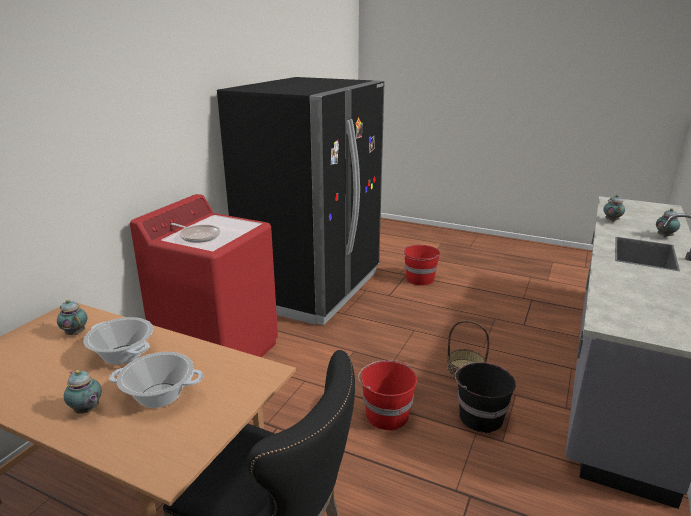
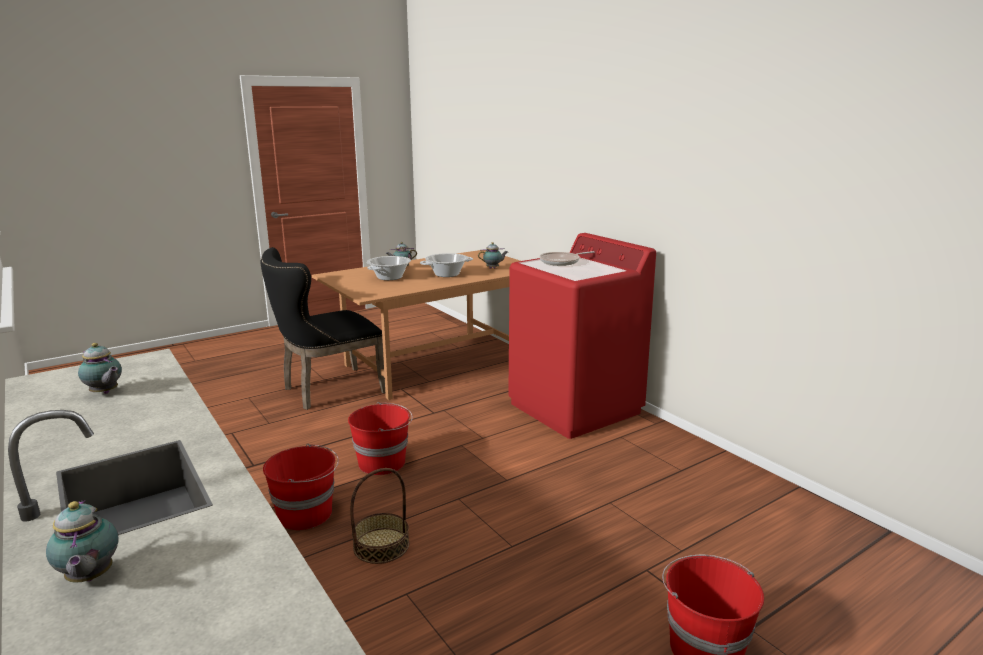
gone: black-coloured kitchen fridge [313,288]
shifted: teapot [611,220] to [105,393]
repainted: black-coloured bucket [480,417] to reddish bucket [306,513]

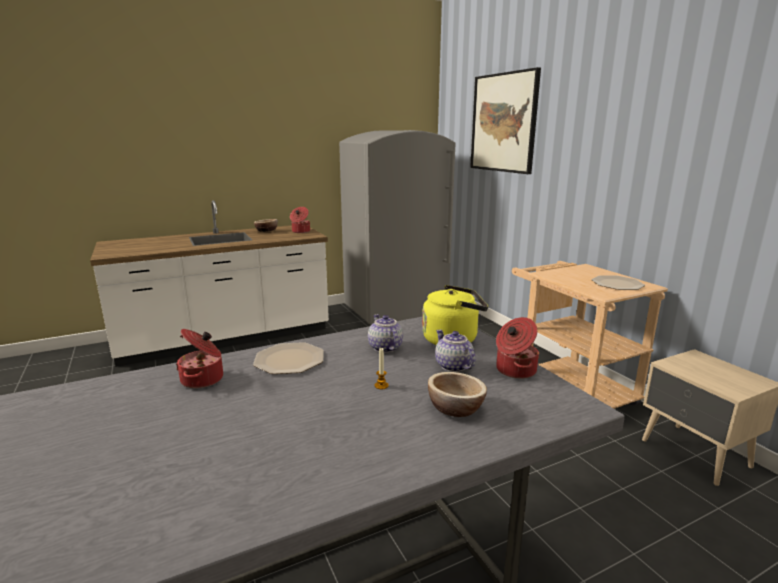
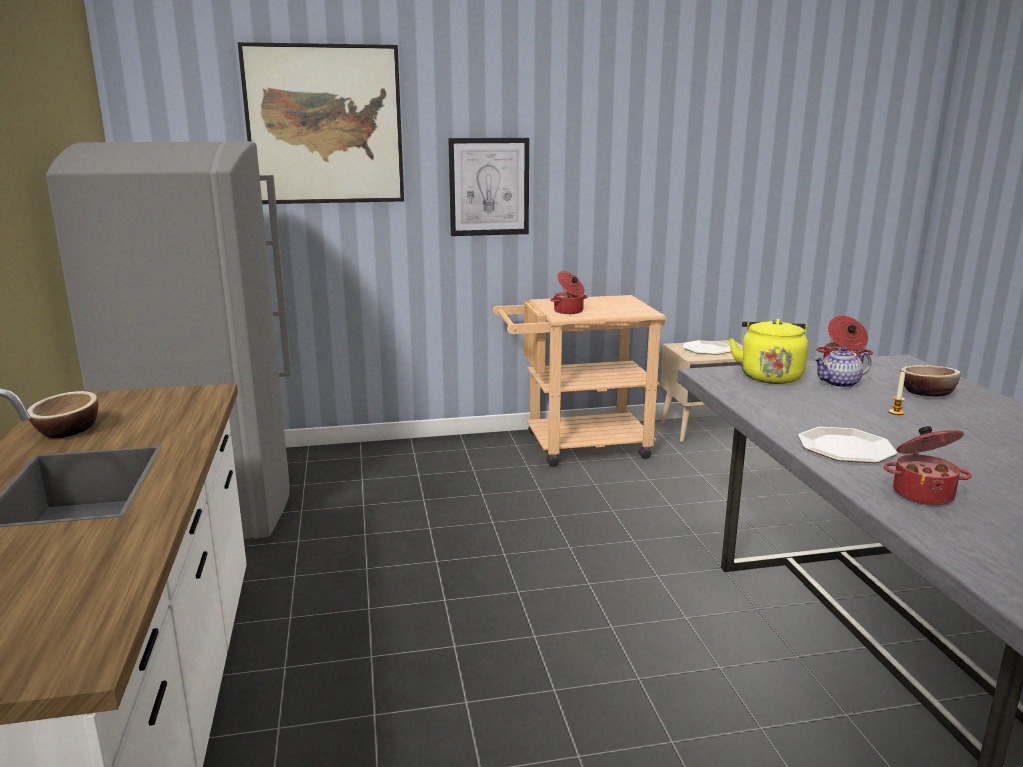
gone: teapot [384,348]
new: wall art [489,187]
shifted: saucepot [300,231] to [569,311]; plate [616,284] to [707,349]

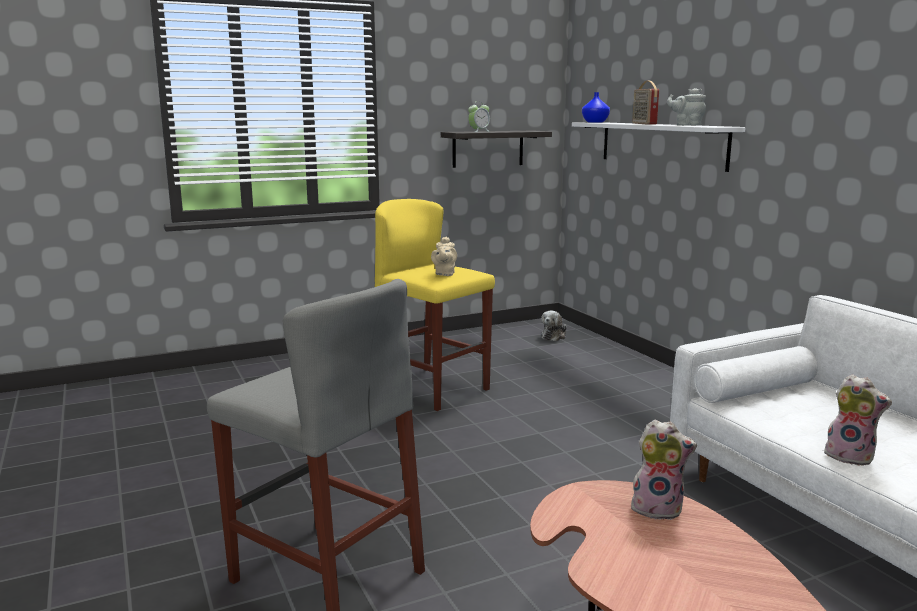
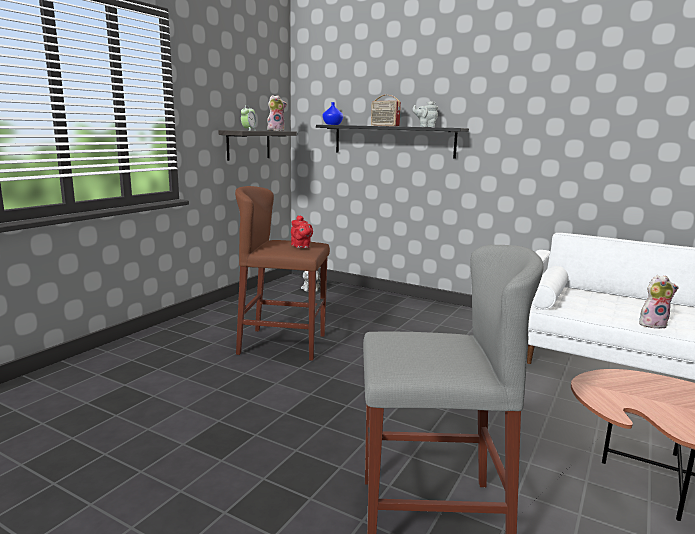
shifted: cuddly toy [658,509] to [276,130]
repainted: yellow stool [431,388] to brown-coloured stool [283,344]; beige teapot [444,274] to reddish teapot [301,246]; whitish shelf [661,144] to black-coloured shelf [393,141]

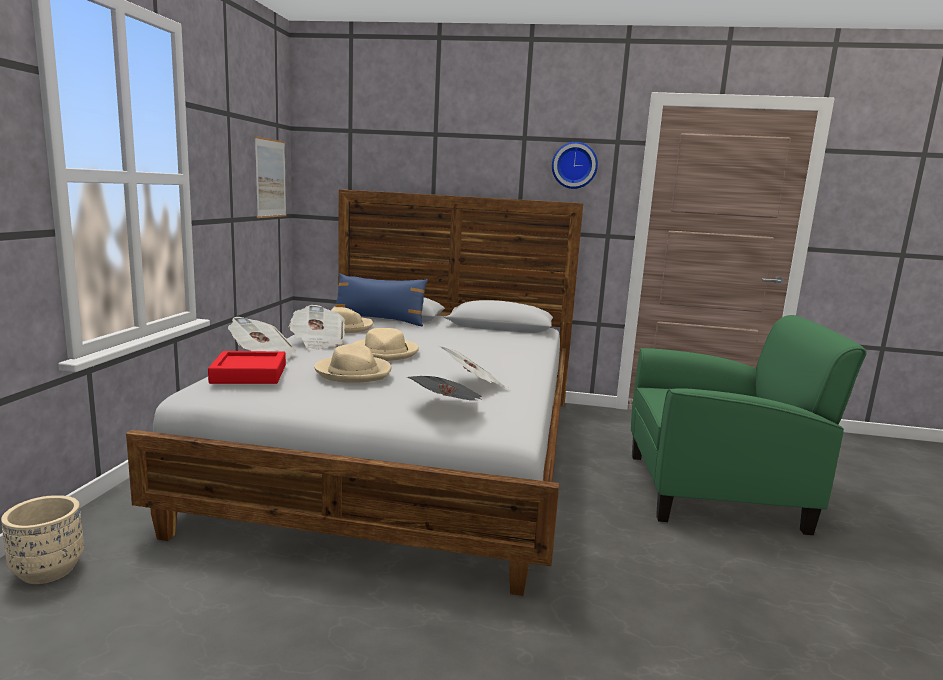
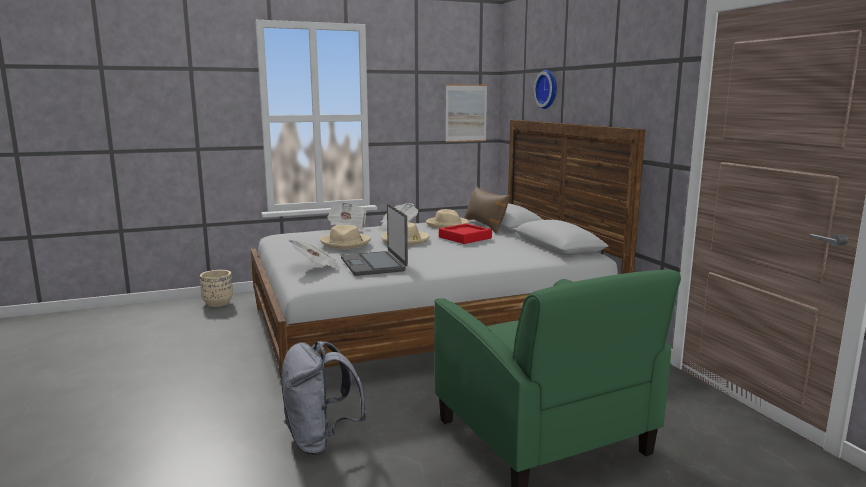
new: greyish rucksack [321,441]
shifted: reddish carrying tray [249,374] to [465,238]; wall clock [574,165] to [548,89]
swapped: newspaper [473,385] to portable computer [374,264]
repainted: blue-coloured pillow [379,321] to brown-coloured pillow [485,225]

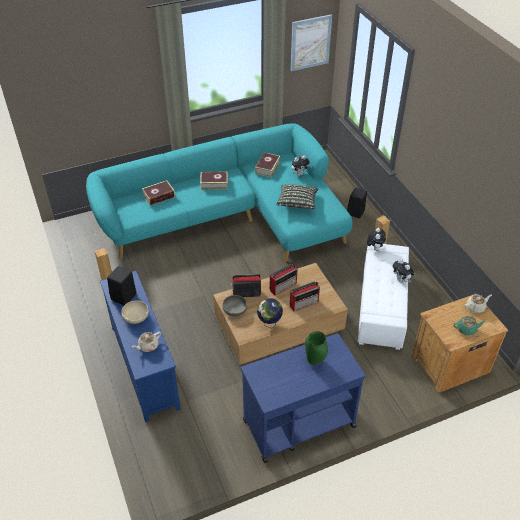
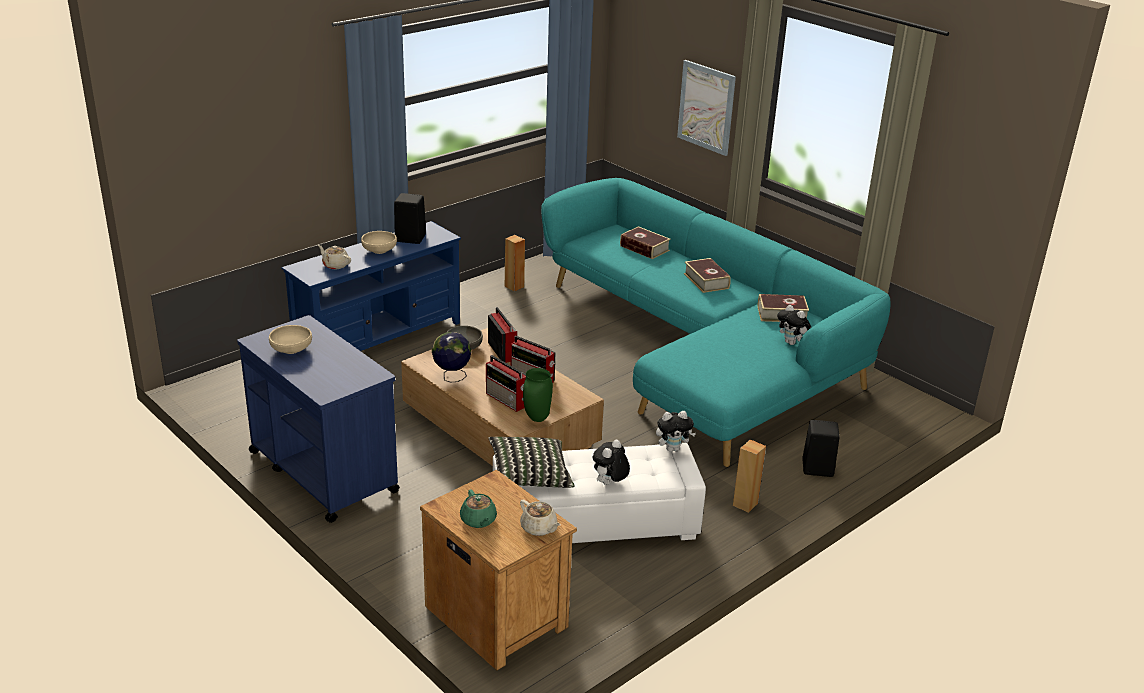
new: beige deep dish [291,349]
shifted: pillow [297,203] to [530,475]; wall art [310,42] to [706,107]; greenish vase [314,361] to [536,418]

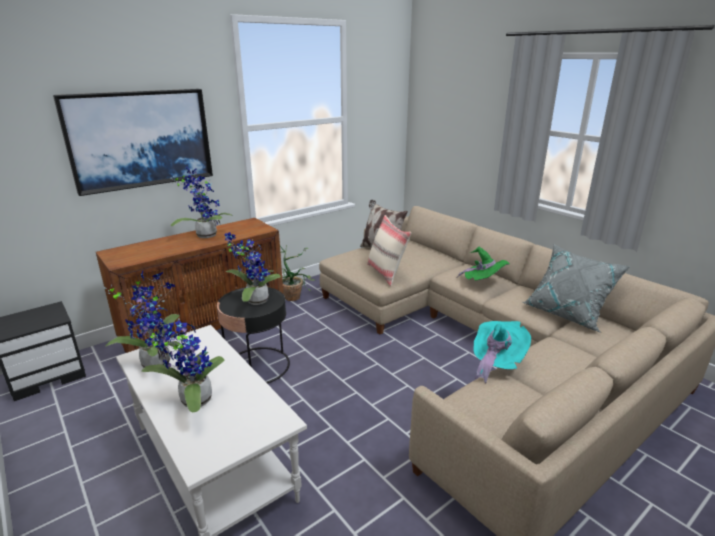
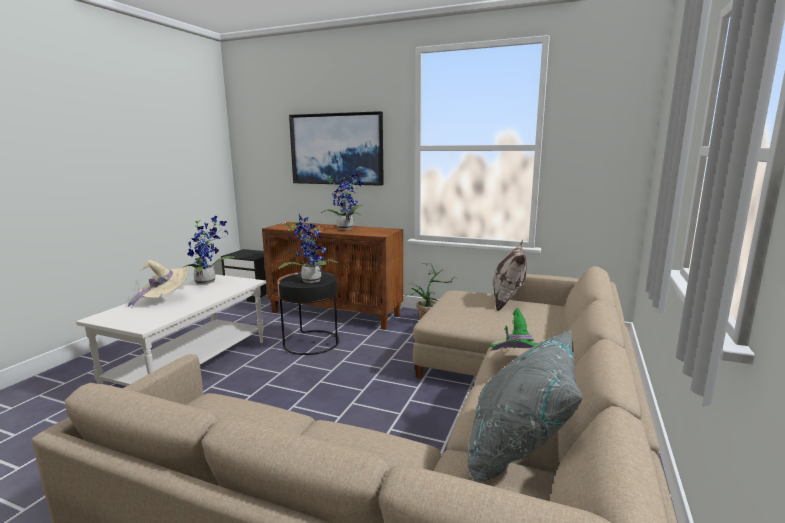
gone: beige pillow [386,273]; turquoise-coloured clothing hat [496,362]
swapped: plant in a pot [192,401] to beige clothing hat [165,300]

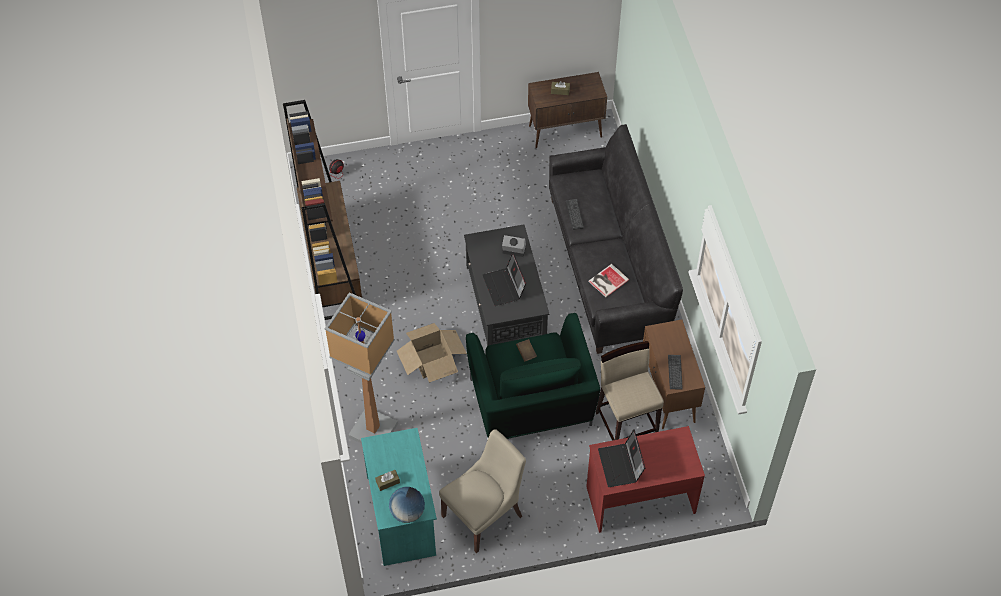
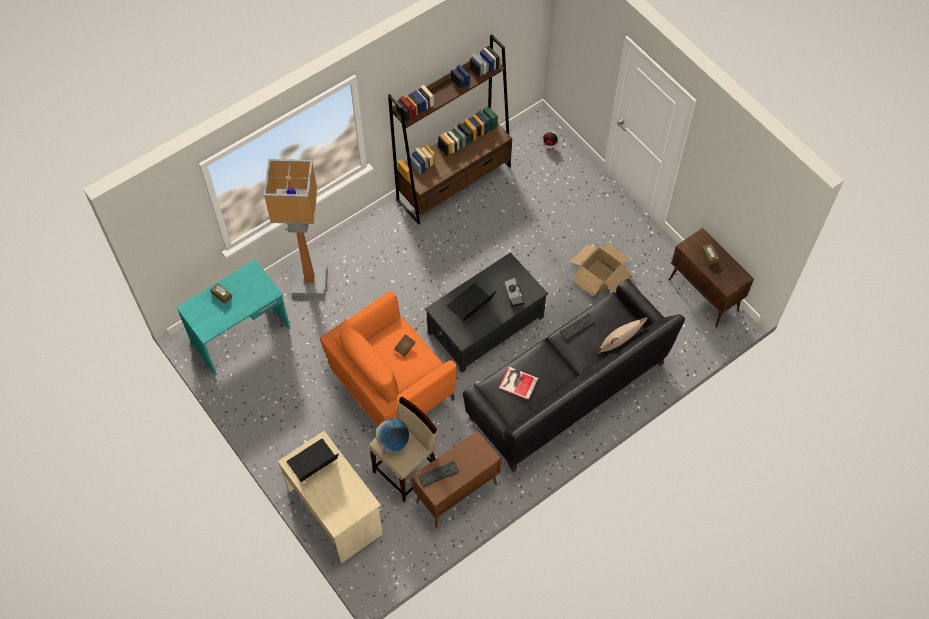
gone: beige upright chair [484,514]
new: beige pillow [619,345]
shifted: world globe [407,512] to [393,441]; cardboard box [432,360] to [600,277]
repainted: greenish easy chair [530,404] to orange easy chair [391,386]; reddish desk unit [640,498] to beige desk unit [335,511]

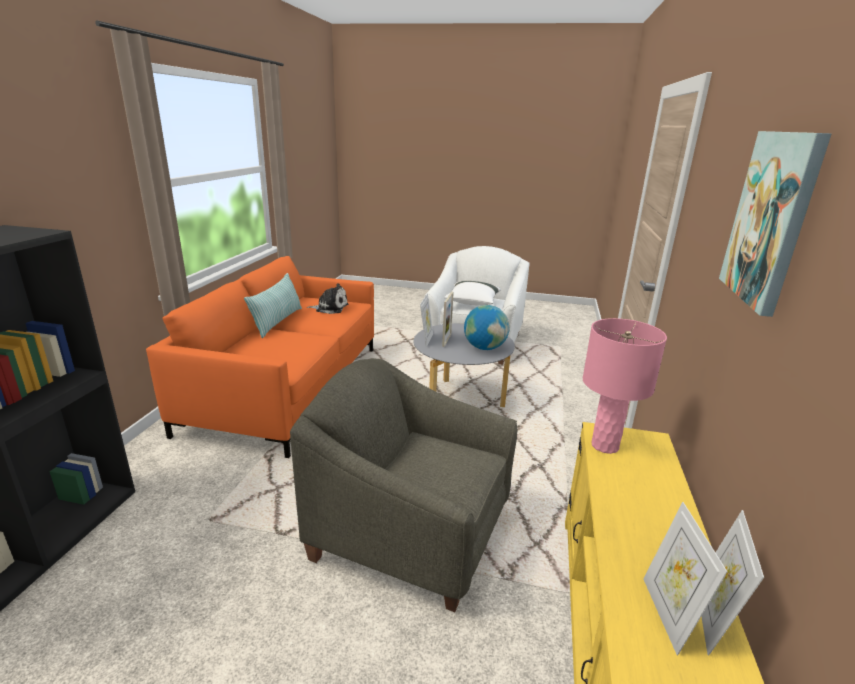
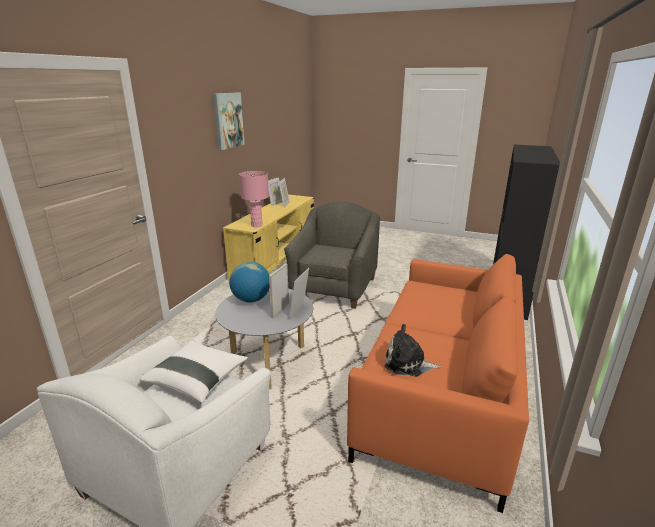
gone: pillow [277,321]
rotated: greyish easy chair [411,534] = [334,288] 105 degrees counterclockwise

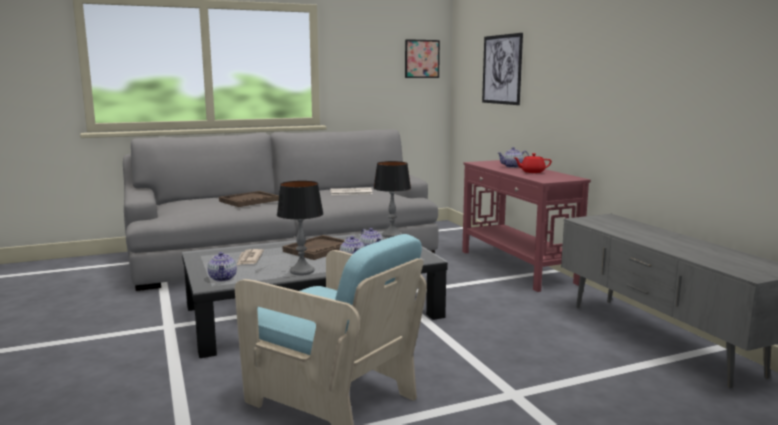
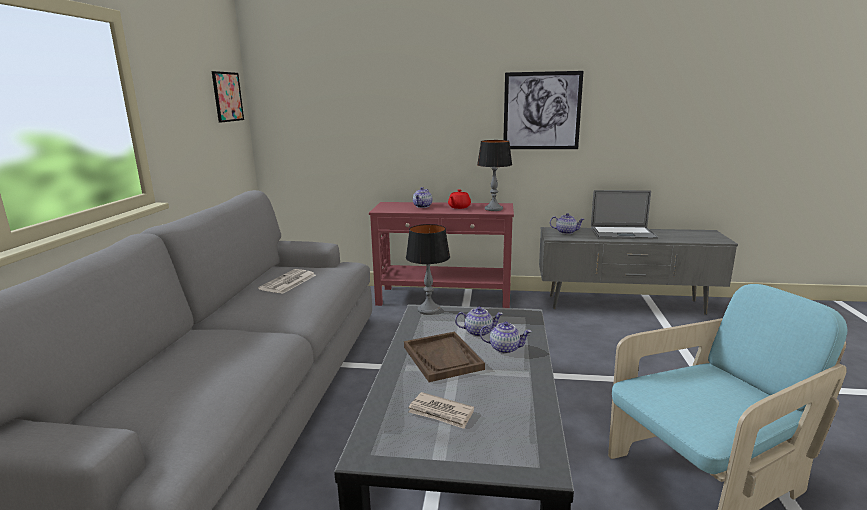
gone: brown-coloured carrying tray [249,201]
new: portable computer [622,233]
shifted: teapot [223,278] to [566,232]; table lamp [302,271] to [493,209]; wall art [501,69] to [542,111]

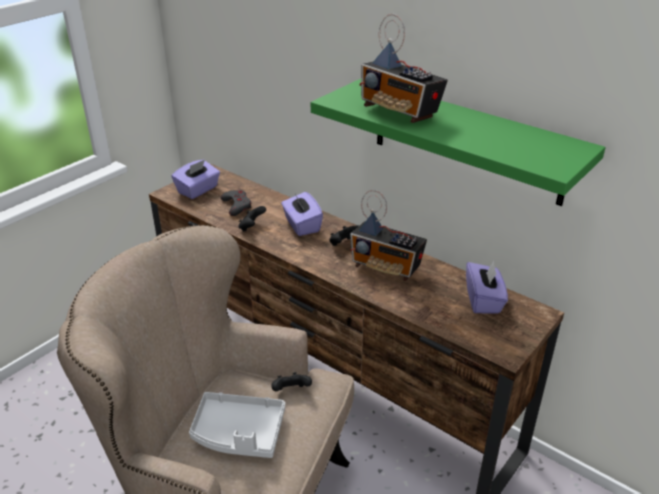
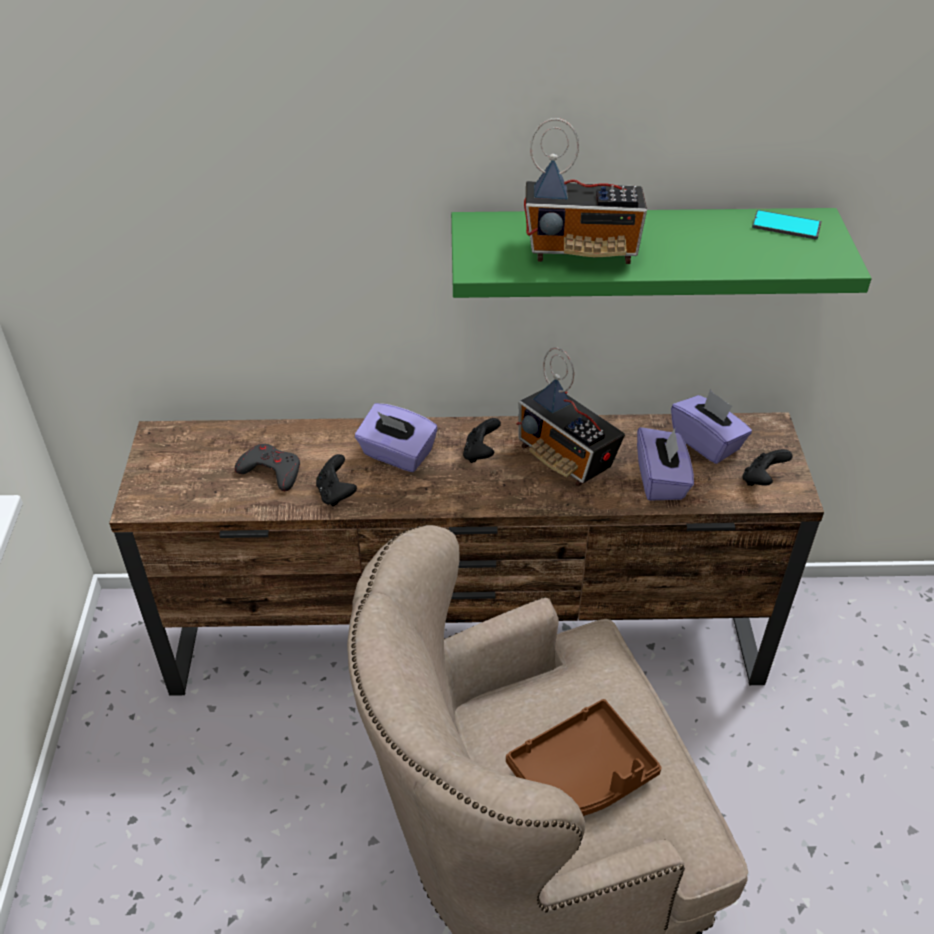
new: telephone [786,226]
shifted: purple-coloured box of tissues [198,190] to [661,480]; black-coloured joypad [291,391] to [762,480]
repainted: greyish carrying tray [238,433] to brown-coloured carrying tray [582,774]
rotated: radio [386,267] = [566,458] 60 degrees clockwise

